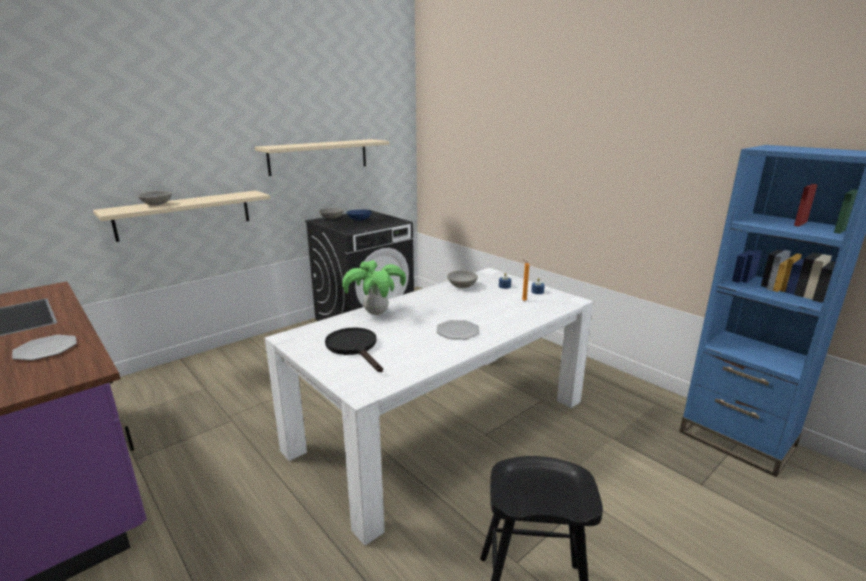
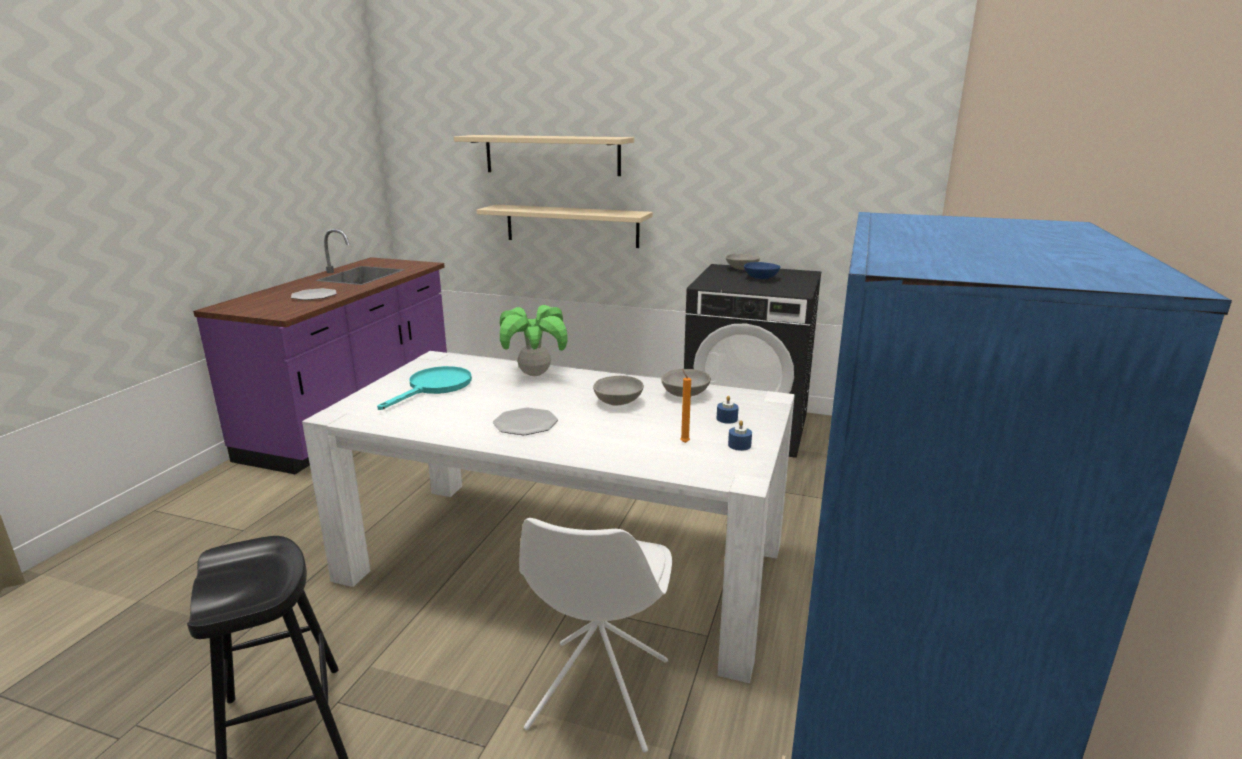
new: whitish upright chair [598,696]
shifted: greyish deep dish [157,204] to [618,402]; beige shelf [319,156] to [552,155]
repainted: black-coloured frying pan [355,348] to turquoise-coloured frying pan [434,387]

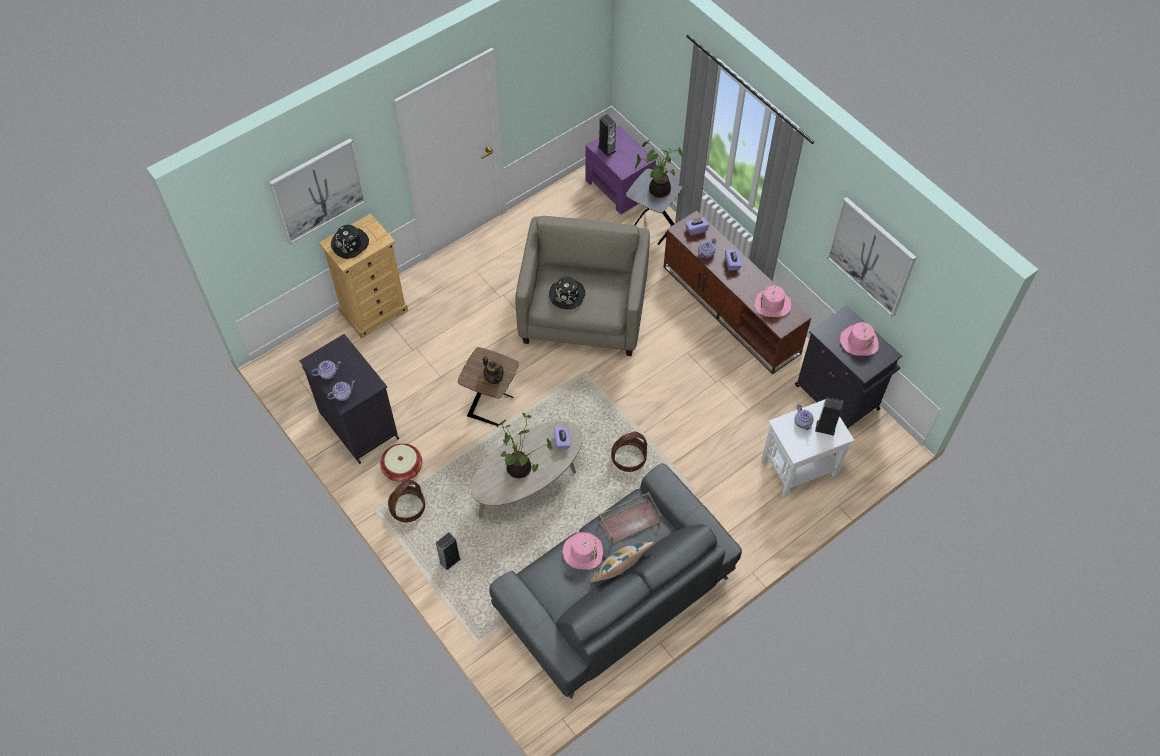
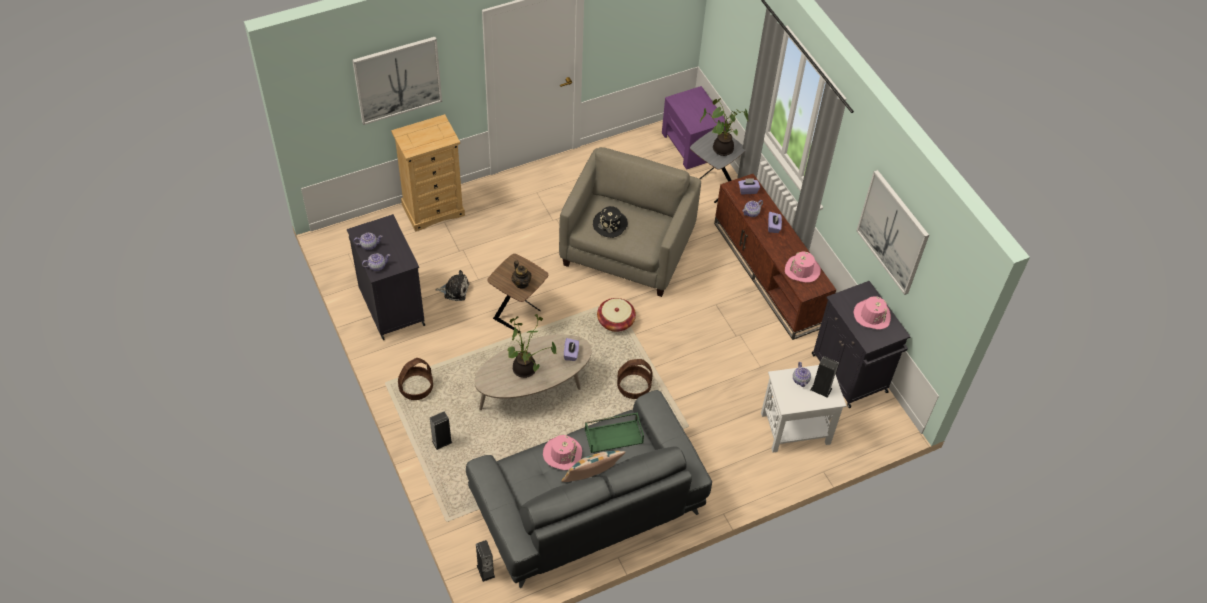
gone: black-coloured clothing hat [350,244]
new: cuddly toy [454,290]
shifted: basket [402,468] to [615,321]; loudspeaker [607,149] to [485,571]
repainted: brown-coloured carrying tray [630,520] to greenish carrying tray [614,435]

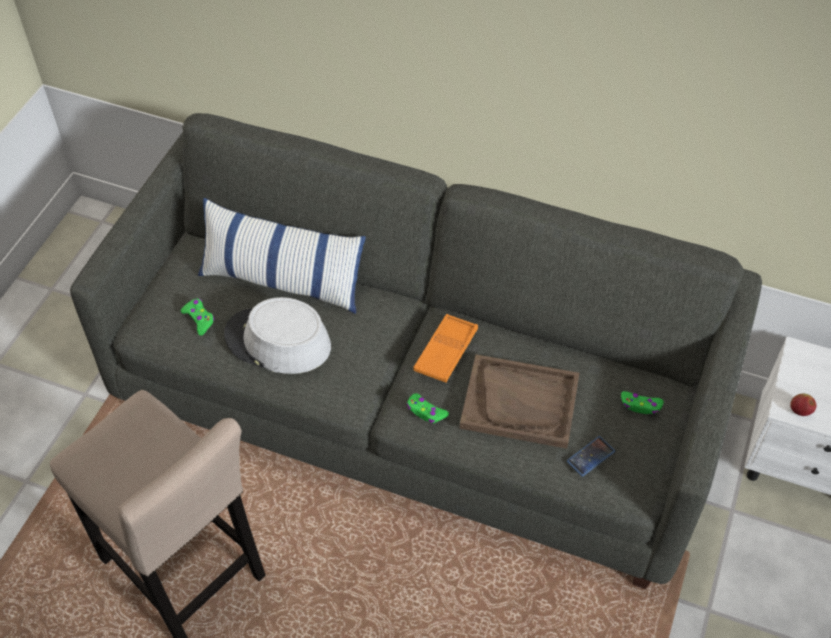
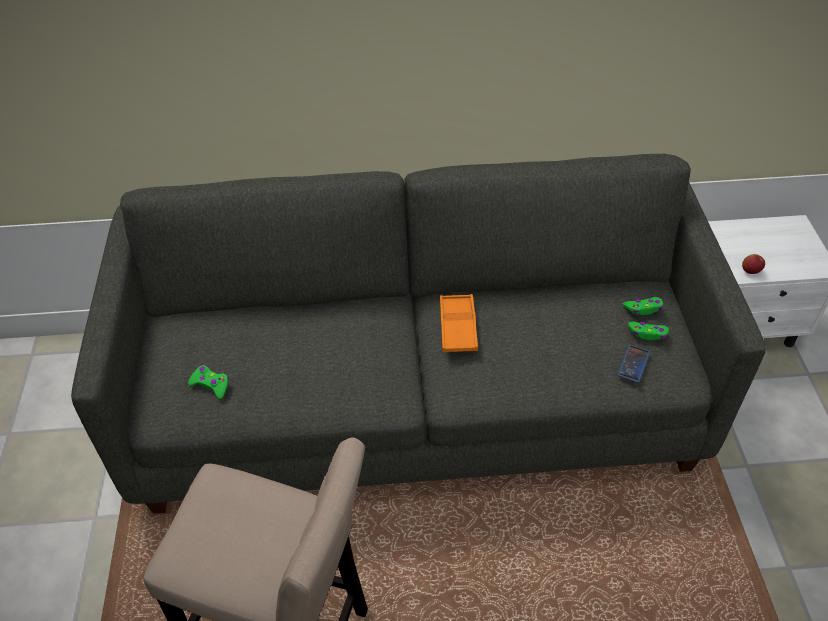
gone: pillow [282,280]; greyish clothing hat [277,341]; brown-coloured carrying tray [520,403]
shifted: greenish joypad [426,412] to [647,333]

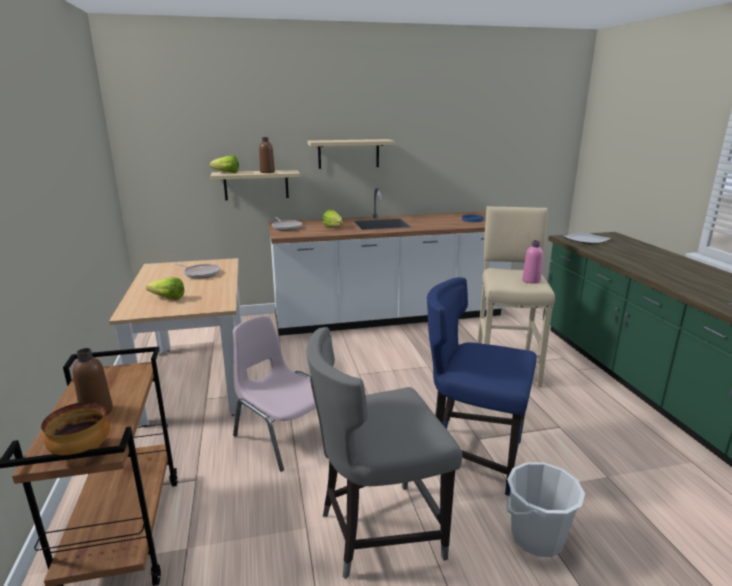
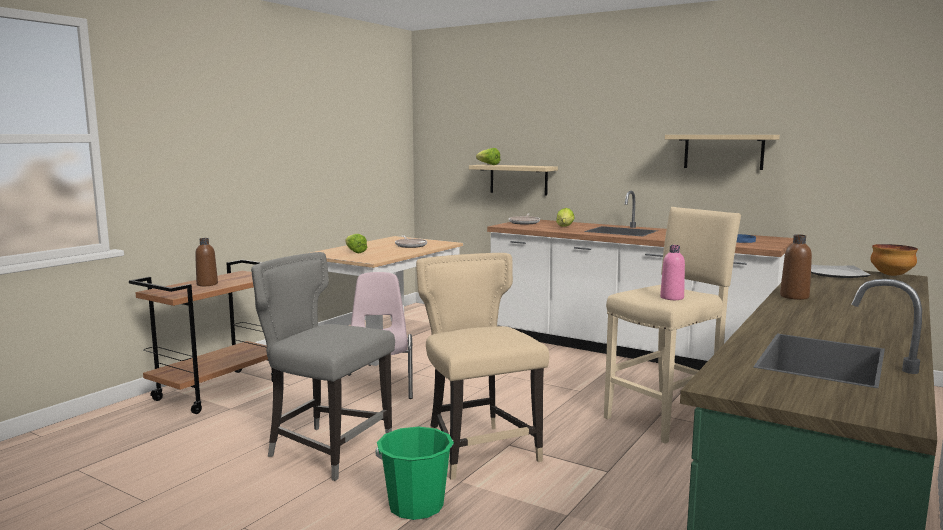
shifted: deep dish [82,453] to [891,275]; brown-coloured beverage bottle [267,172] to [794,296]; beige shelf [348,154] to [723,151]
repainted: blue-coloured upright chair [472,455] to beige upright chair [479,450]; whitish bucket [537,537] to greenish bucket [416,506]

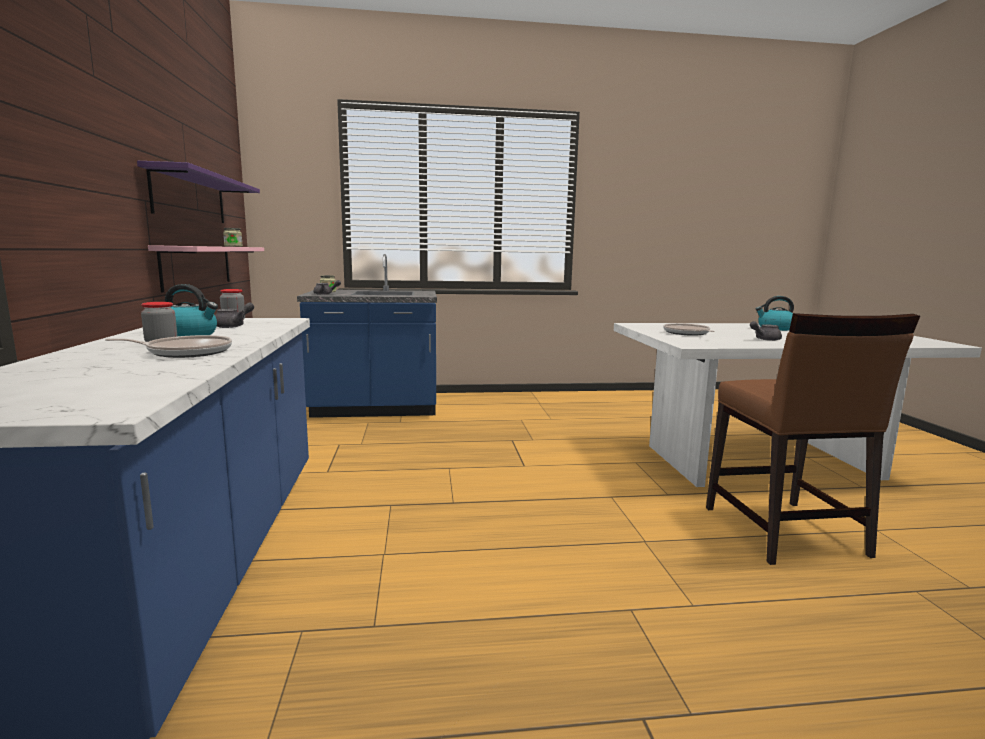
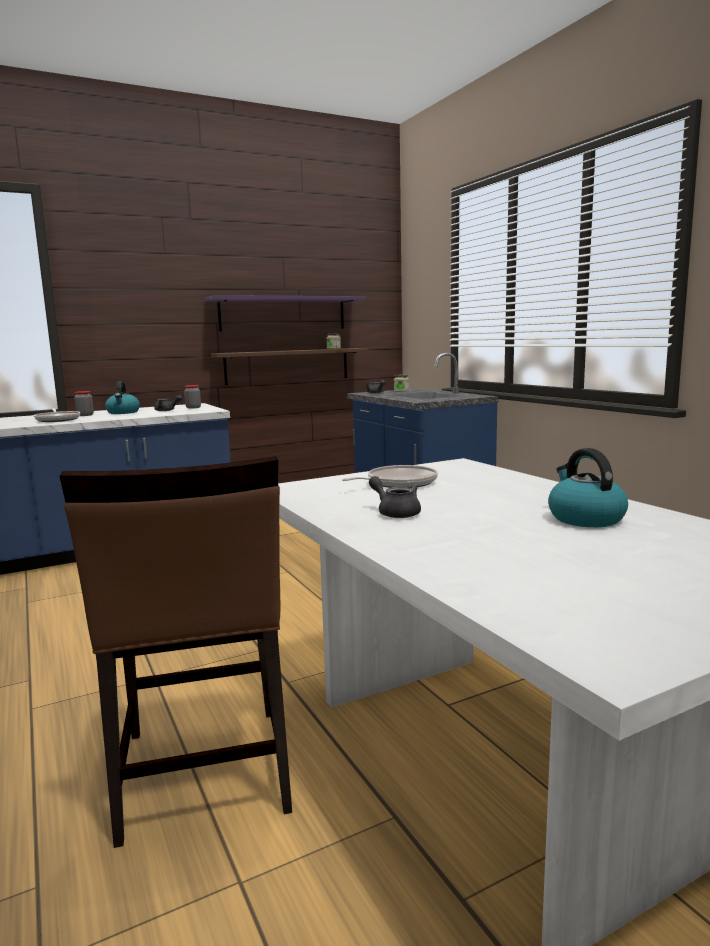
repainted: pink shelf [197,266] to brown-coloured shelf [287,366]
rotated: brown-coloured upright chair [783,531] = [203,772] 75 degrees counterclockwise

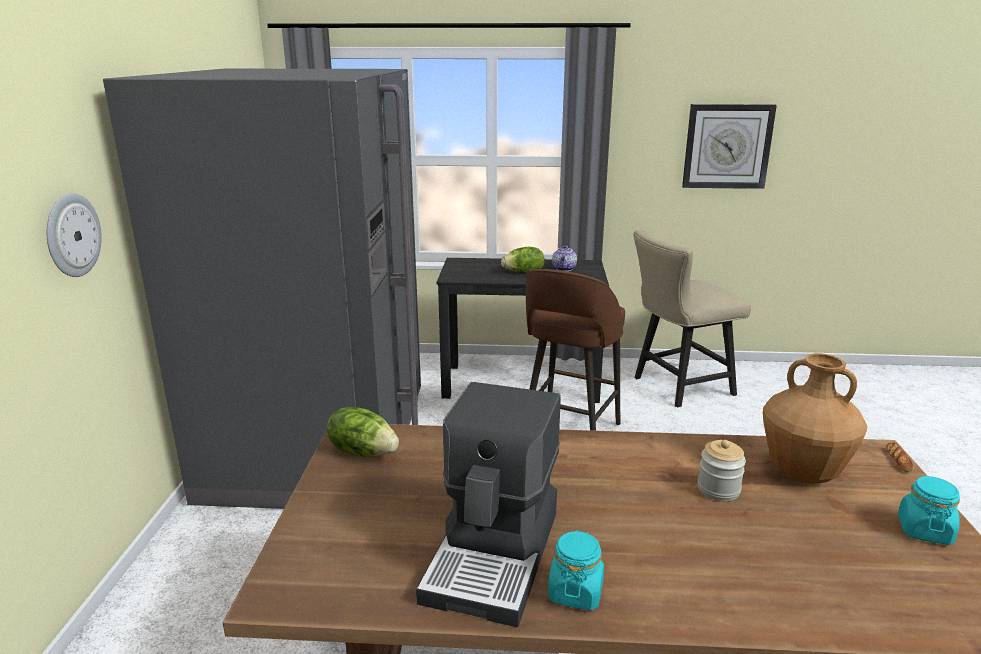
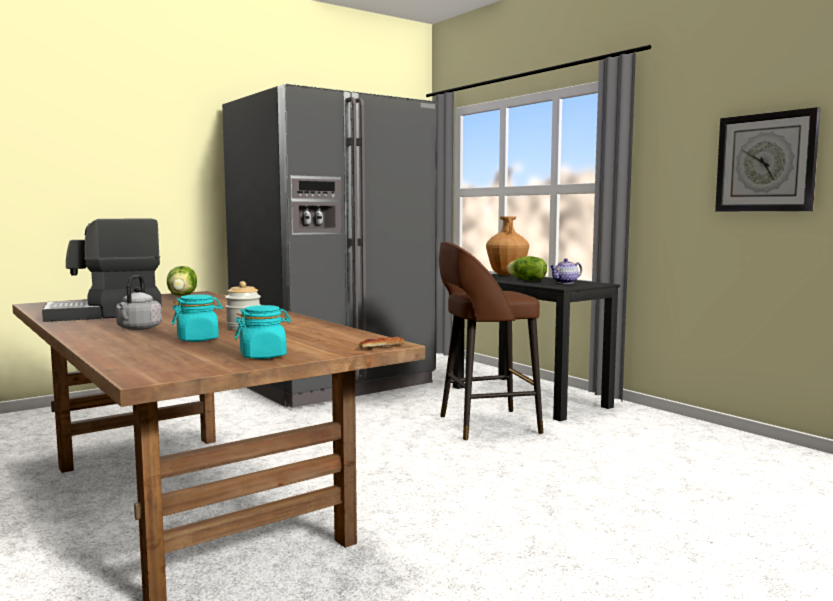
gone: wall clock [72,235]; beige upright chair [677,387]
new: greyish kettle [138,328]
shifted: turquoise-coloured storage jar [575,592] to [198,339]; brown-coloured vase [801,473] to [506,274]

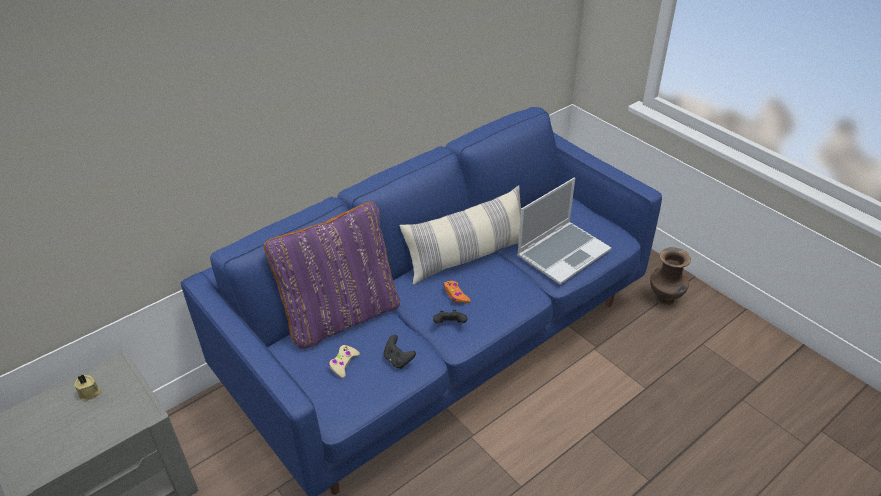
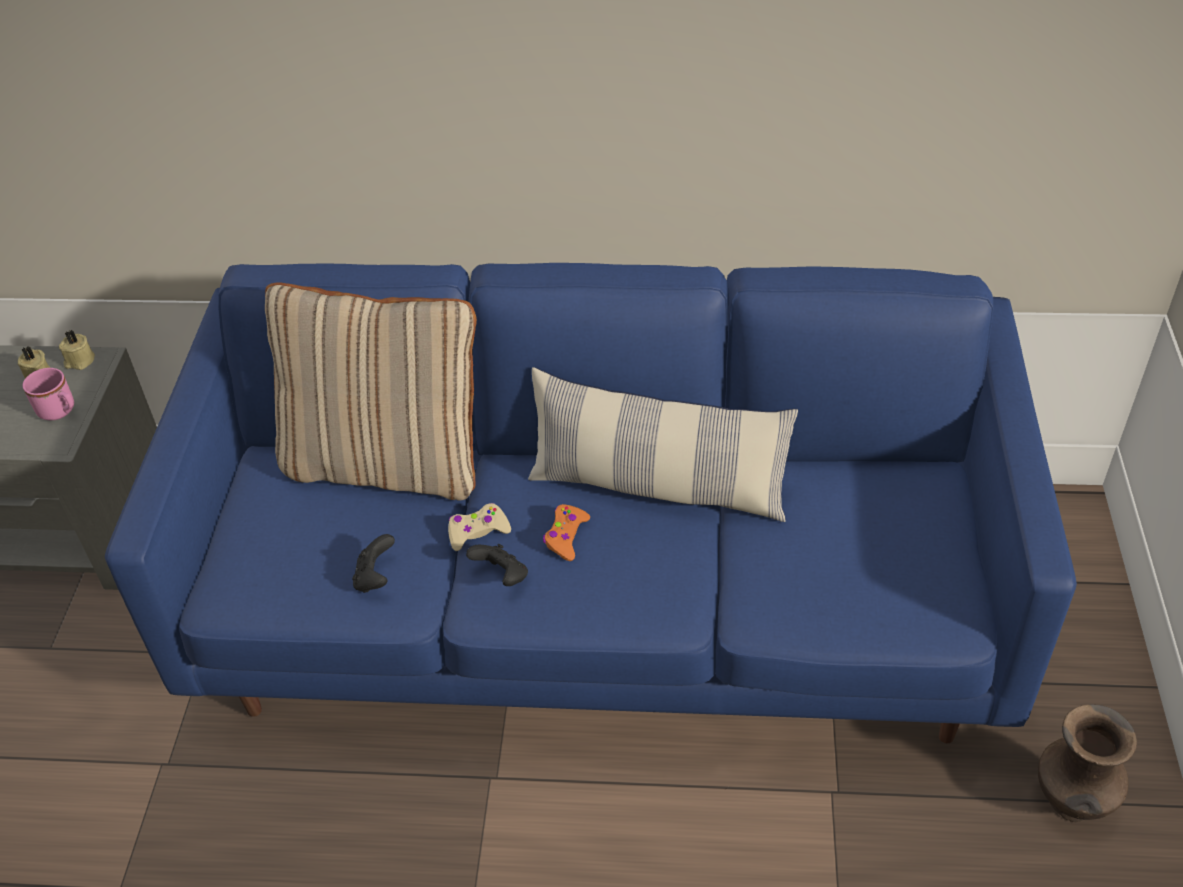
gone: portable computer [563,253]
new: pink tea mug [60,411]; beige candle [79,361]
shifted: beige joypad [343,363] to [477,532]
repainted: purple-coloured pillow [341,315] to beige pillow [387,462]

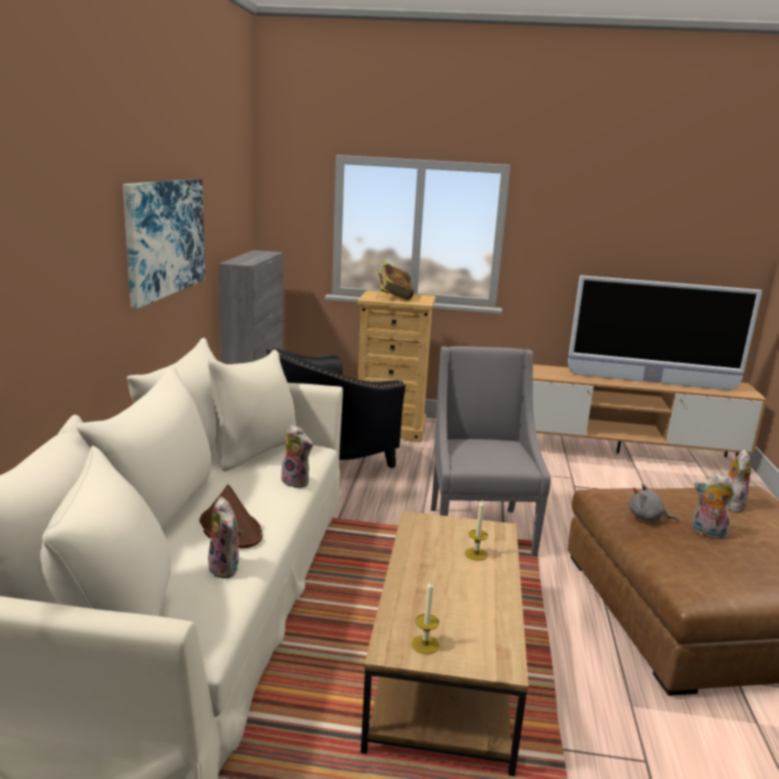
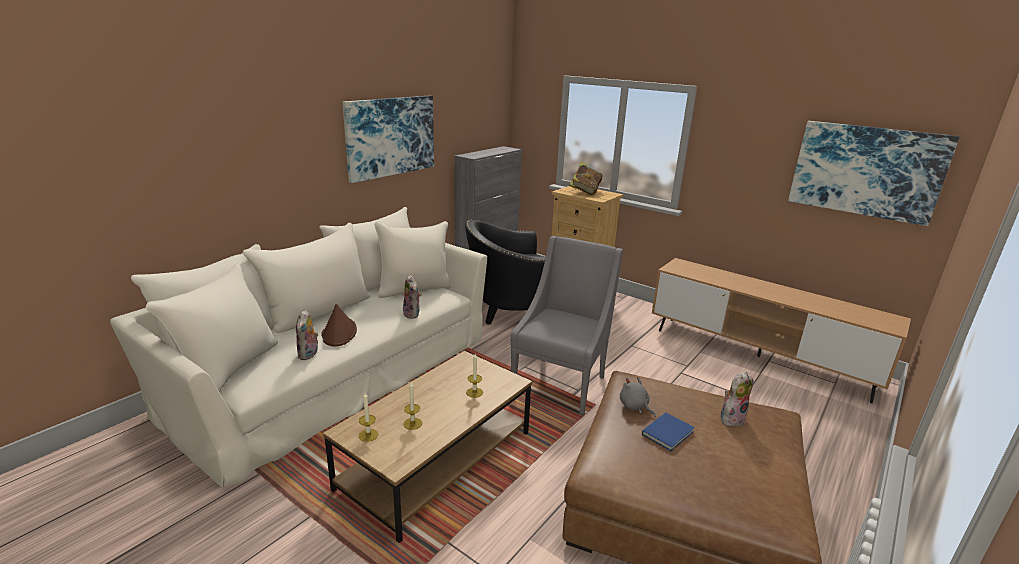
gone: TV [651,382]
new: candle [412,423]; wall art [866,171]
swapped: cuddly toy [707,533] to blue-coloured volume [669,433]

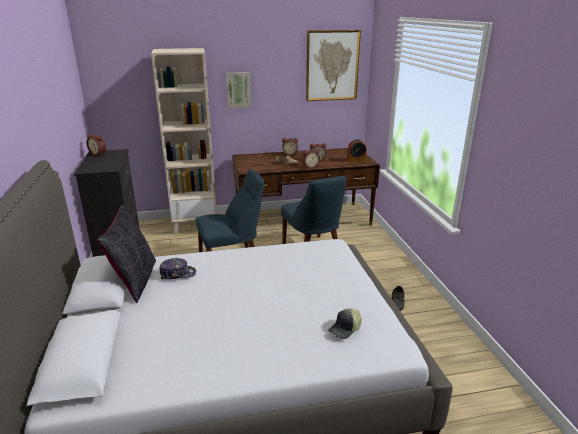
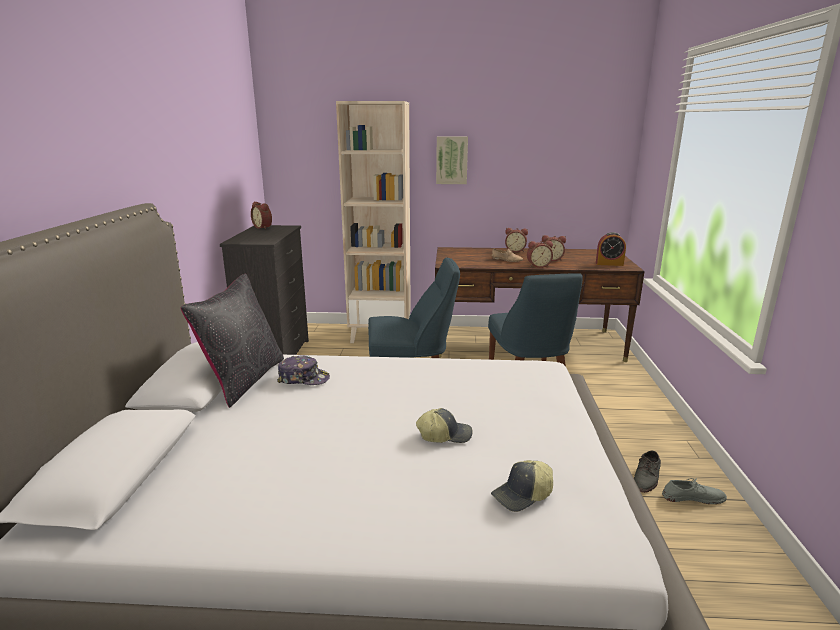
gone: wall art [332,65]
new: baseball cap [444,435]; greyish low shoe [693,497]

